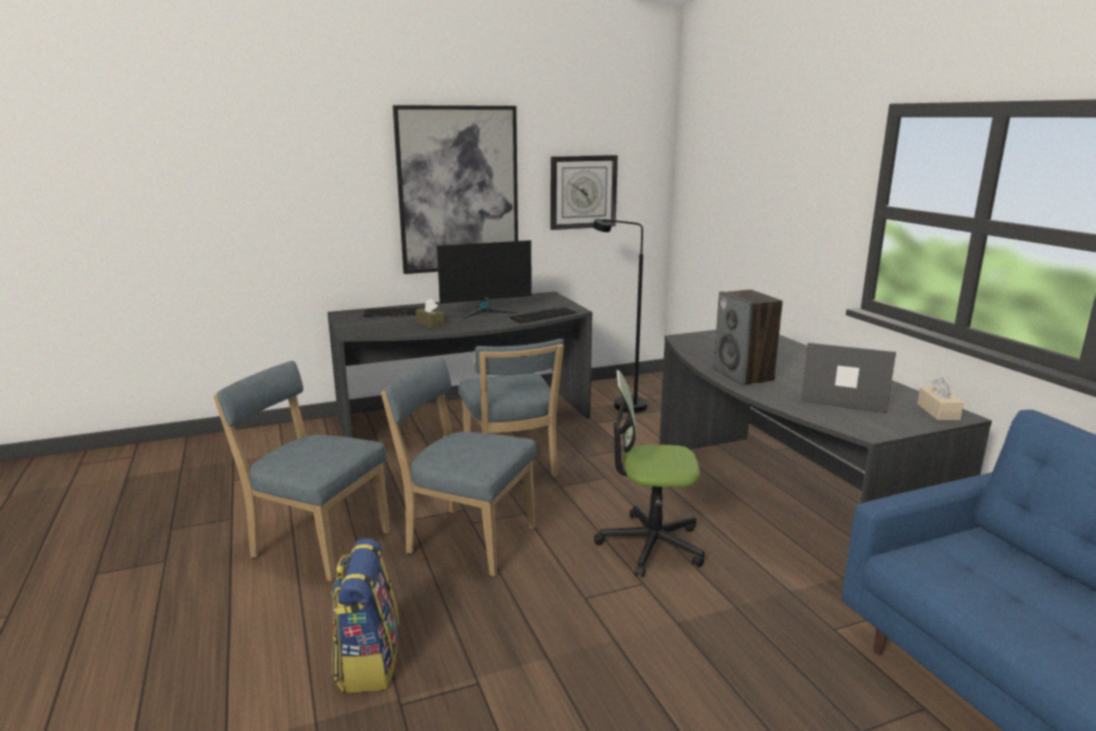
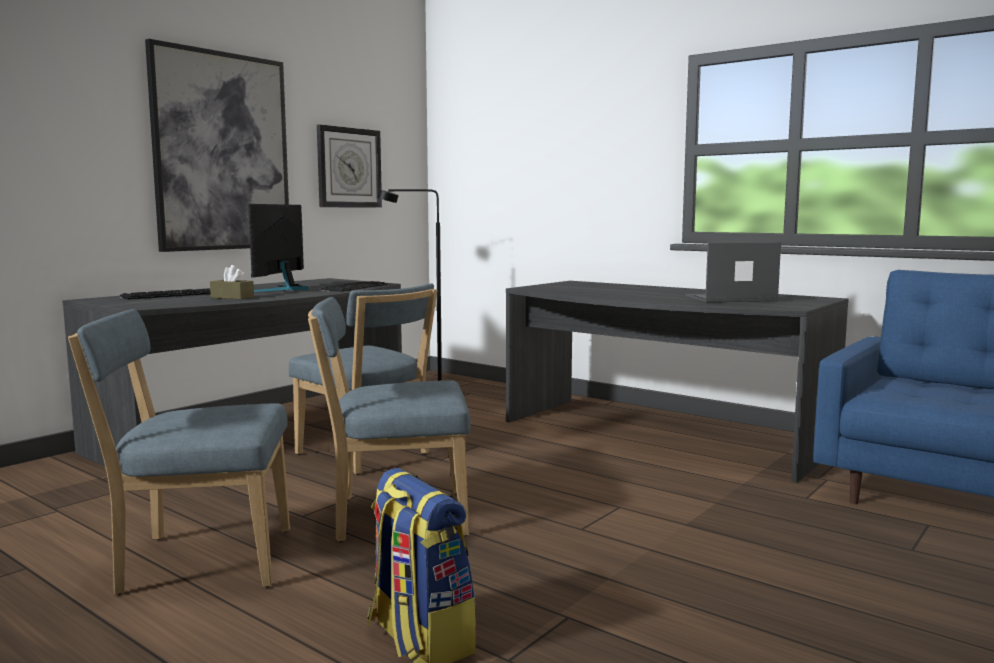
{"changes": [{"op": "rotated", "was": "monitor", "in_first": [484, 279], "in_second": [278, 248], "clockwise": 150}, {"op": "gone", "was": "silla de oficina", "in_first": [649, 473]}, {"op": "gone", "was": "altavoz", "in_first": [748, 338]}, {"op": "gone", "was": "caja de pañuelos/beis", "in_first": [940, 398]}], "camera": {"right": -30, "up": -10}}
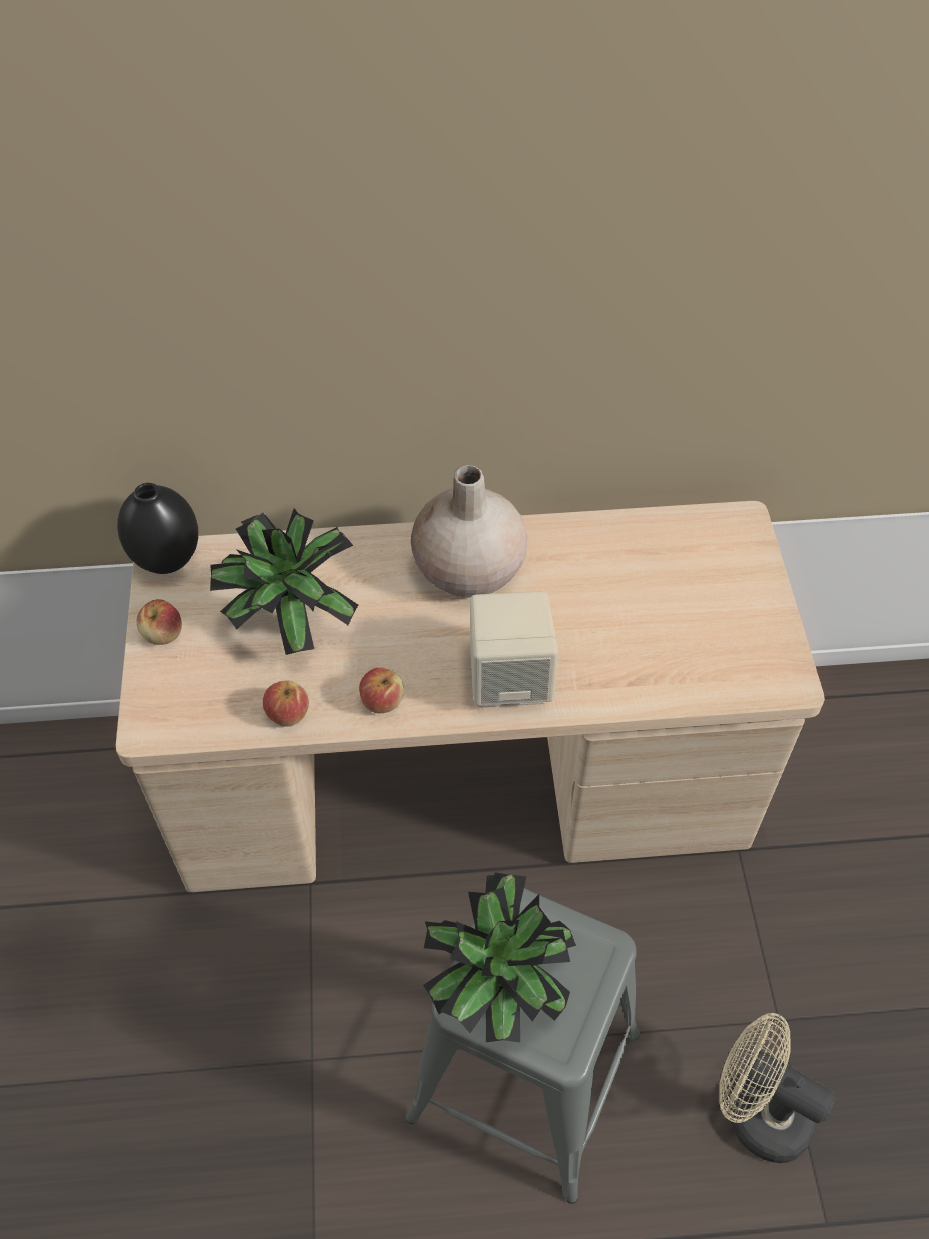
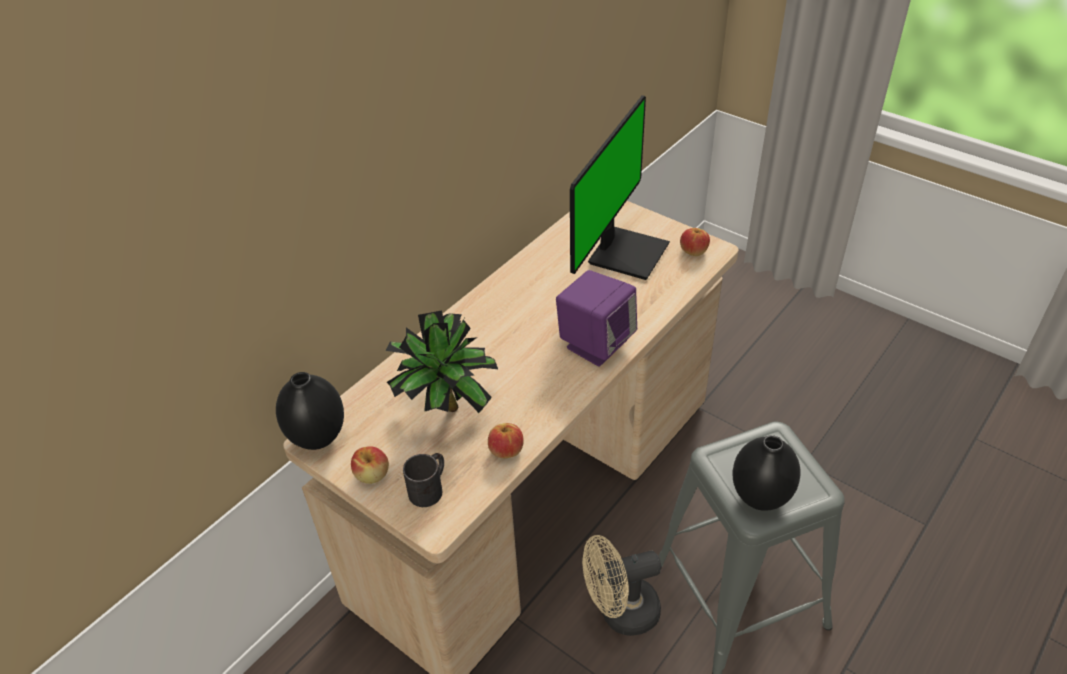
{"changes": [{"op": "shifted", "was": "manzana", "in_first": [381, 690], "in_second": [695, 242]}, {"op": "gone", "was": "florero/beis", "in_first": [469, 531]}, {"op": "swapped", "was": "planta en maceta", "now": "florero/negro", "in_first": [499, 957], "in_second": [767, 473]}, {"op": "repainted", "was": "altavoz/beis", "now": "altavoz/morado", "in_first": [514, 649], "in_second": [596, 318]}, {"op": "shifted", "was": "ventilador/beis", "in_first": [777, 1088], "in_second": [621, 585]}, {"op": "new", "now": "taza grande/negro", "in_second": [423, 480]}, {"op": "new", "now": "monitor", "in_second": [620, 187]}], "camera": {"right": -45, "up": -10}}
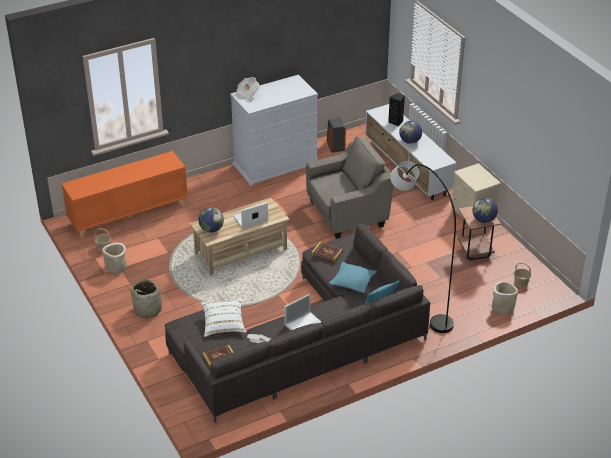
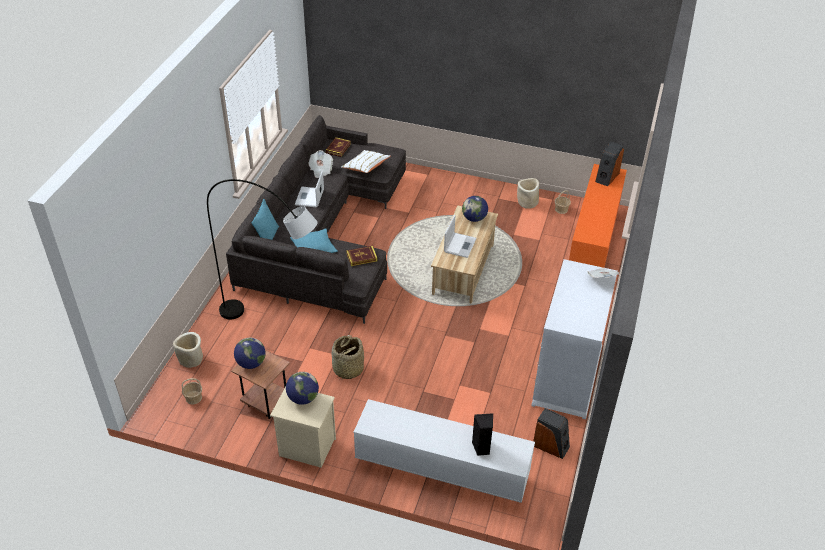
{"changes": [{"op": "shifted", "was": "cesta", "in_first": [149, 298], "in_second": [348, 357]}, {"op": "gone", "was": "sillón/gris", "in_first": [350, 188]}, {"op": "shifted", "was": "globo terráqueo", "in_first": [410, 132], "in_second": [302, 388]}, {"op": "new", "now": "altavoz", "in_second": [609, 164]}], "camera": {"right": 135, "up": 5}}
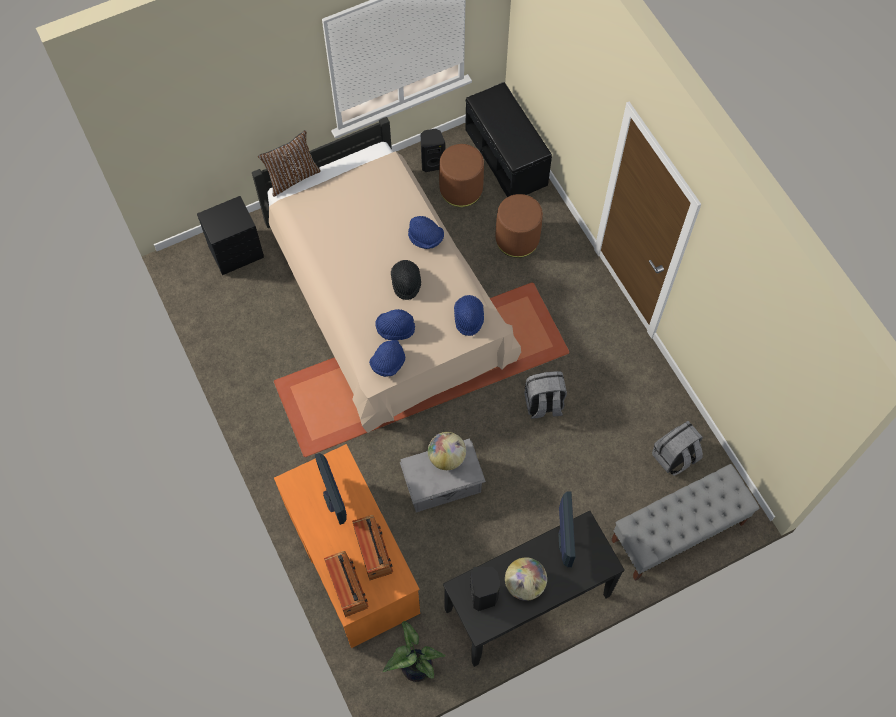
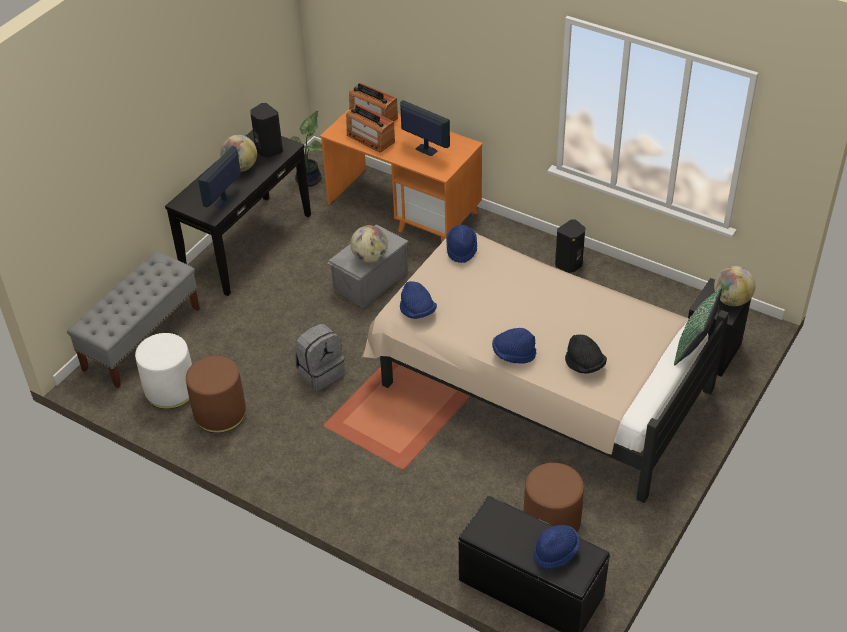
{"changes": [{"op": "repainted", "was": "cojín/marrón", "now": "cojín/verde", "in_first": [289, 163], "in_second": [698, 326]}, {"op": "shifted", "was": "sombrero/azul", "in_first": [395, 324], "in_second": [557, 547]}, {"op": "shifted", "was": "sombrero/negro", "in_first": [406, 280], "in_second": [586, 354]}, {"op": "shifted", "was": "altavoz/negro", "in_first": [433, 150], "in_second": [570, 246]}, {"op": "shifted", "was": "puf/marrón", "in_first": [519, 226], "in_second": [216, 394]}, {"op": "rotated", "was": "monitor", "in_first": [566, 529], "in_second": [219, 178], "clockwise": 60}, {"op": "swapped", "was": "mochila/gris", "now": "puf/blanco", "in_first": [677, 448], "in_second": [163, 371]}, {"op": "new", "now": "globo terráqueo", "in_second": [734, 286]}], "camera": {"right": 150, "up": -20}}
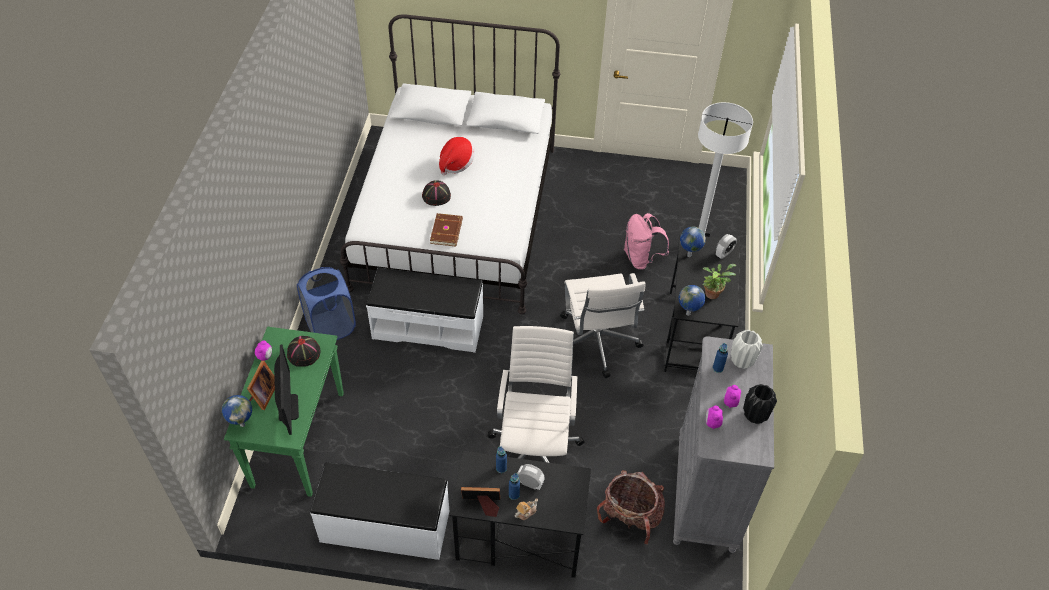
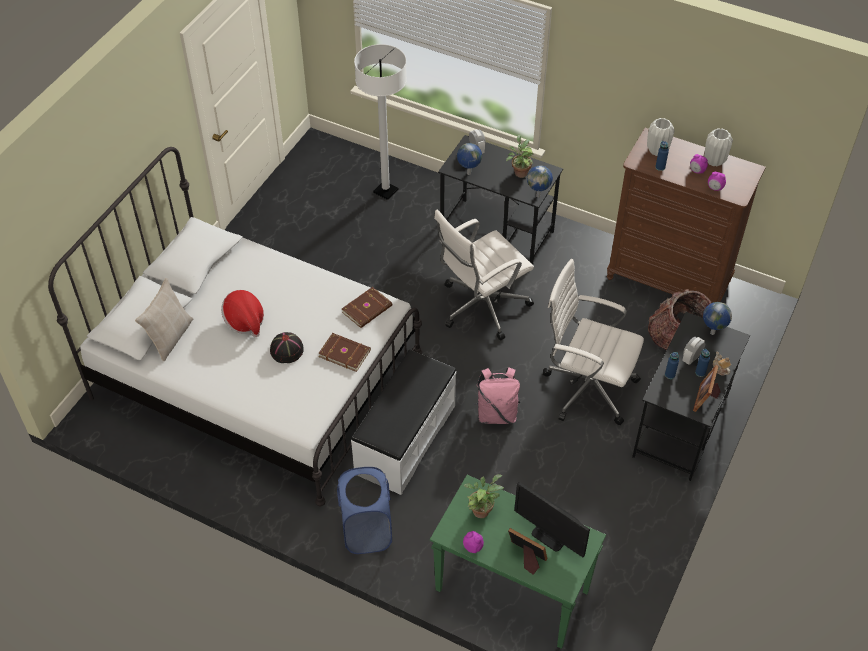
{"changes": [{"op": "shifted", "was": "globo terráqueo", "in_first": [237, 411], "in_second": [717, 318]}, {"op": "rotated", "was": "monitor", "in_first": [286, 390], "in_second": [552, 519], "clockwise": -150}, {"op": "swapped", "was": "sombrero/negro", "now": "planta en maceta", "in_first": [303, 351], "in_second": [484, 496]}, {"op": "gone", "was": "banco/blanco", "in_first": [379, 511]}, {"op": "rotated", "was": "silla de oficina/blanco", "in_first": [603, 325], "in_second": [484, 274], "clockwise": 135}, {"op": "shifted", "was": "mochila/rosa", "in_first": [646, 241], "in_second": [497, 395]}, {"op": "repainted", "was": "cómoda/gris", "now": "cómoda/marrón", "in_first": [723, 444], "in_second": [686, 215]}, {"op": "repainted", "was": "florero/negro", "now": "florero/blanco", "in_first": [760, 404], "in_second": [718, 147]}, {"op": "new", "now": "cojín/beis", "in_second": [164, 319]}, {"op": "new", "now": "libro/marrón", "in_second": [367, 307]}], "camera": {"right": -70, "up": 0}}
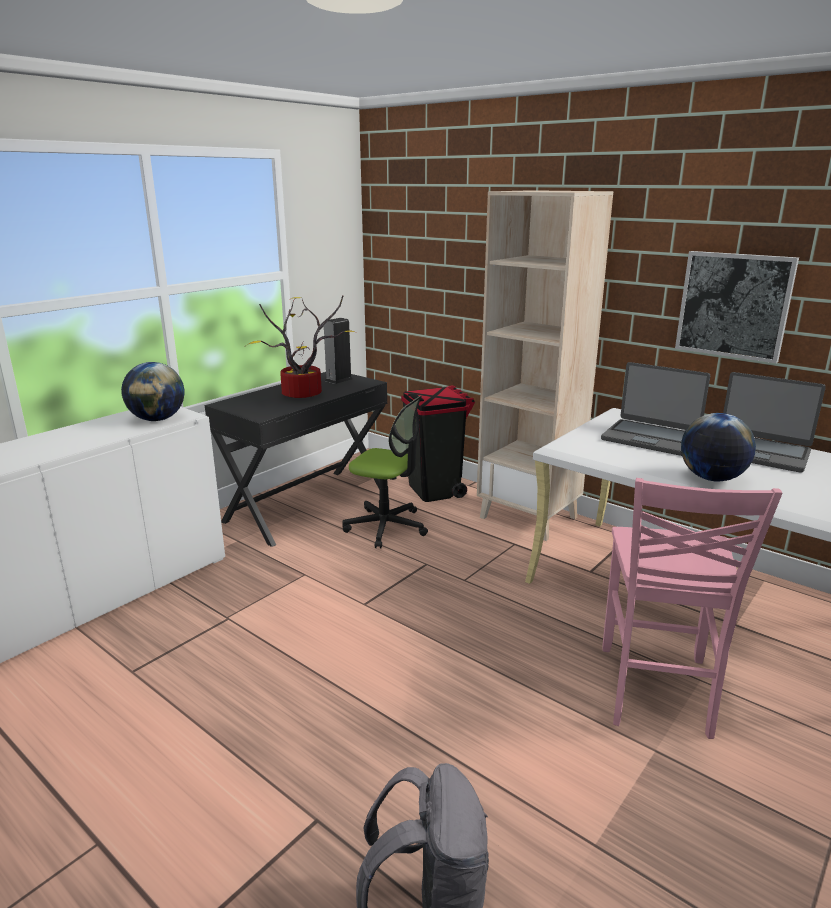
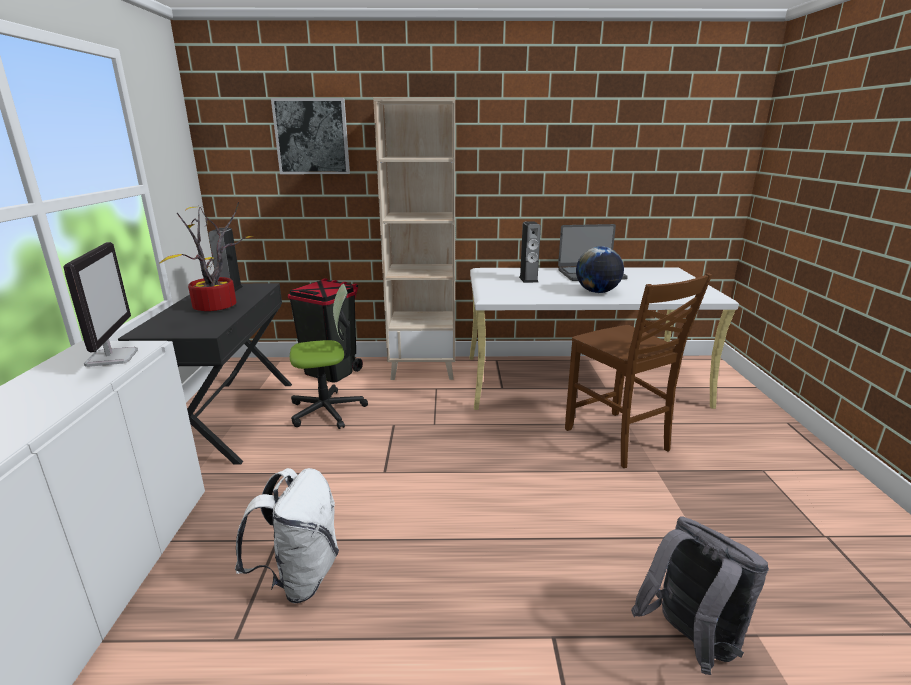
{"changes": [{"op": "swapped", "was": "globo terráqueo", "now": "monitor", "in_first": [152, 391], "in_second": [100, 304]}, {"op": "swapped", "was": "portátil", "now": "altavoz", "in_first": [655, 409], "in_second": [530, 252]}, {"op": "repainted", "was": "silla/rosa", "now": "silla/marrón", "in_first": [692, 608], "in_second": [638, 370]}, {"op": "shifted", "was": "cuadro", "in_first": [737, 307], "in_second": [310, 136]}, {"op": "new", "now": "mochila/blanco", "in_second": [287, 535]}], "camera": {"right": -40, "up": 0}}
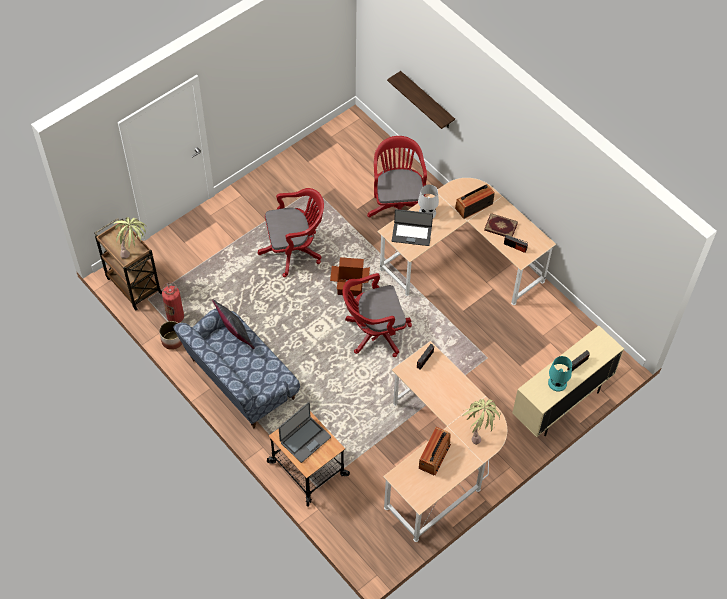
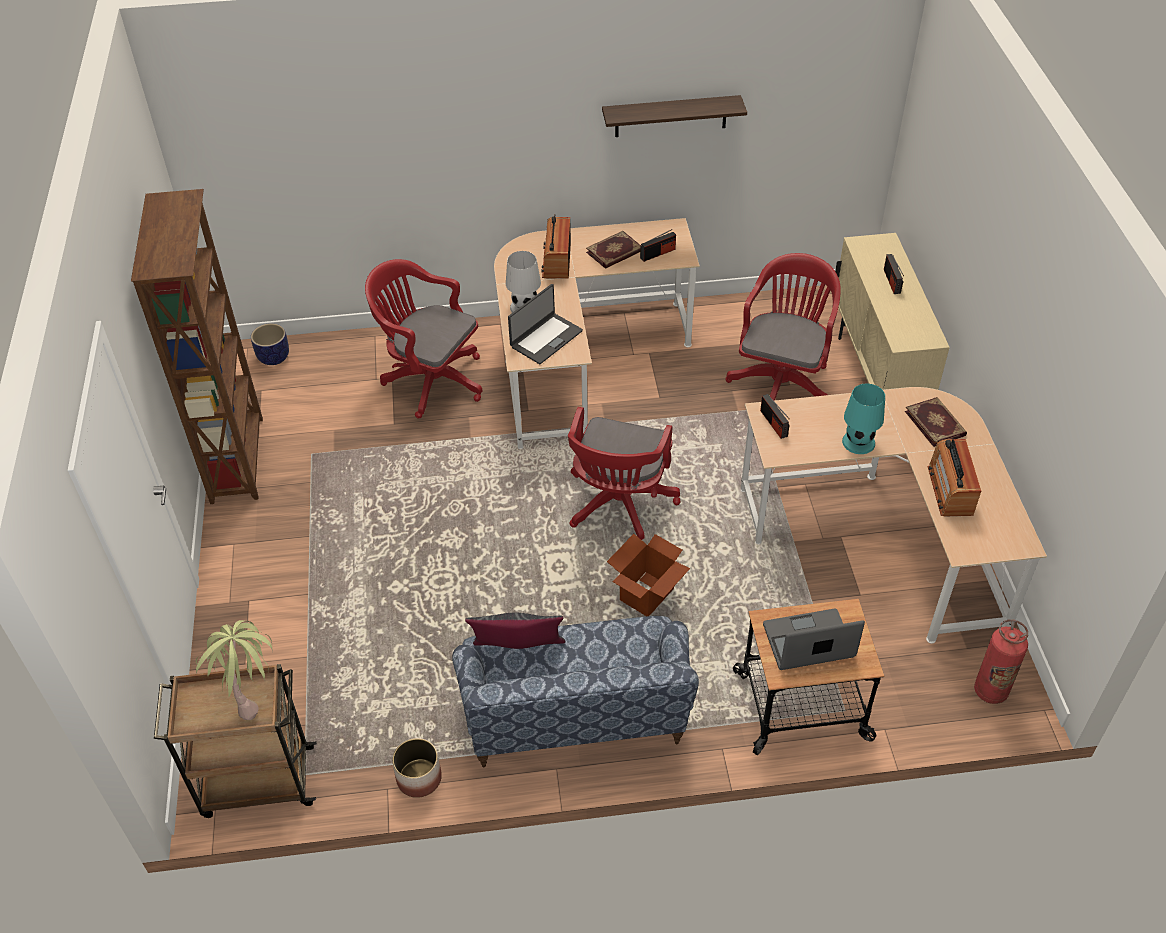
{"changes": [{"op": "shifted", "was": "extintor", "in_first": [173, 302], "in_second": [1001, 661]}, {"op": "shifted", "was": "silla de oficina/rojo", "in_first": [291, 232], "in_second": [783, 327]}, {"op": "rotated", "was": "portátil", "in_first": [305, 432], "in_second": [814, 639], "clockwise": -90}, {"op": "shifted", "was": "caja de cartón", "in_first": [350, 276], "in_second": [648, 575]}, {"op": "shifted", "was": "estante", "in_first": [421, 100], "in_second": [674, 116]}, {"op": "rotated", "was": "radio", "in_first": [435, 451], "in_second": [954, 478], "clockwise": -150}, {"op": "swapped", "was": "planta en maceta", "now": "libro", "in_first": [481, 422], "in_second": [936, 422]}, {"op": "shifted", "was": "lámpara de mesa/turquesa", "in_first": [560, 374], "in_second": [863, 418]}, {"op": "new", "now": "estantería/marrón", "in_second": [197, 346]}, {"op": "new", "now": "maceta", "in_second": [270, 344]}], "camera": {"right": -55, "up": -10}}
